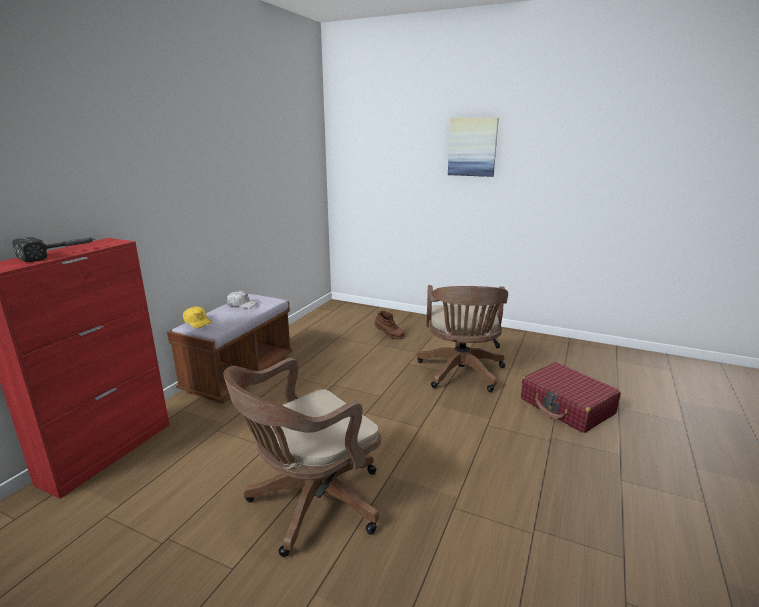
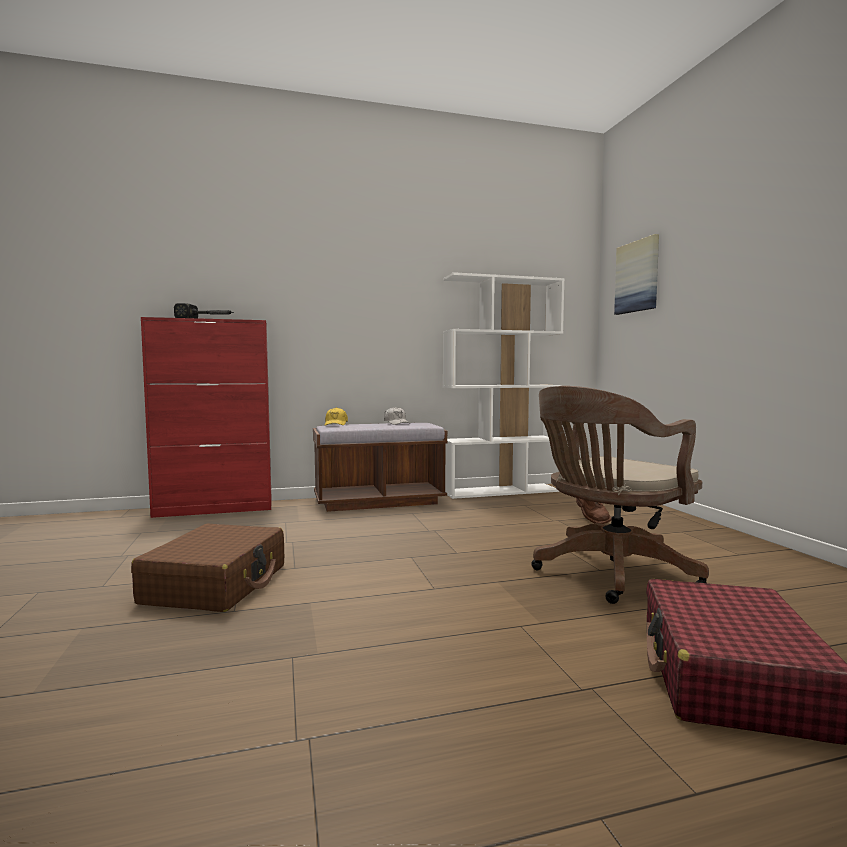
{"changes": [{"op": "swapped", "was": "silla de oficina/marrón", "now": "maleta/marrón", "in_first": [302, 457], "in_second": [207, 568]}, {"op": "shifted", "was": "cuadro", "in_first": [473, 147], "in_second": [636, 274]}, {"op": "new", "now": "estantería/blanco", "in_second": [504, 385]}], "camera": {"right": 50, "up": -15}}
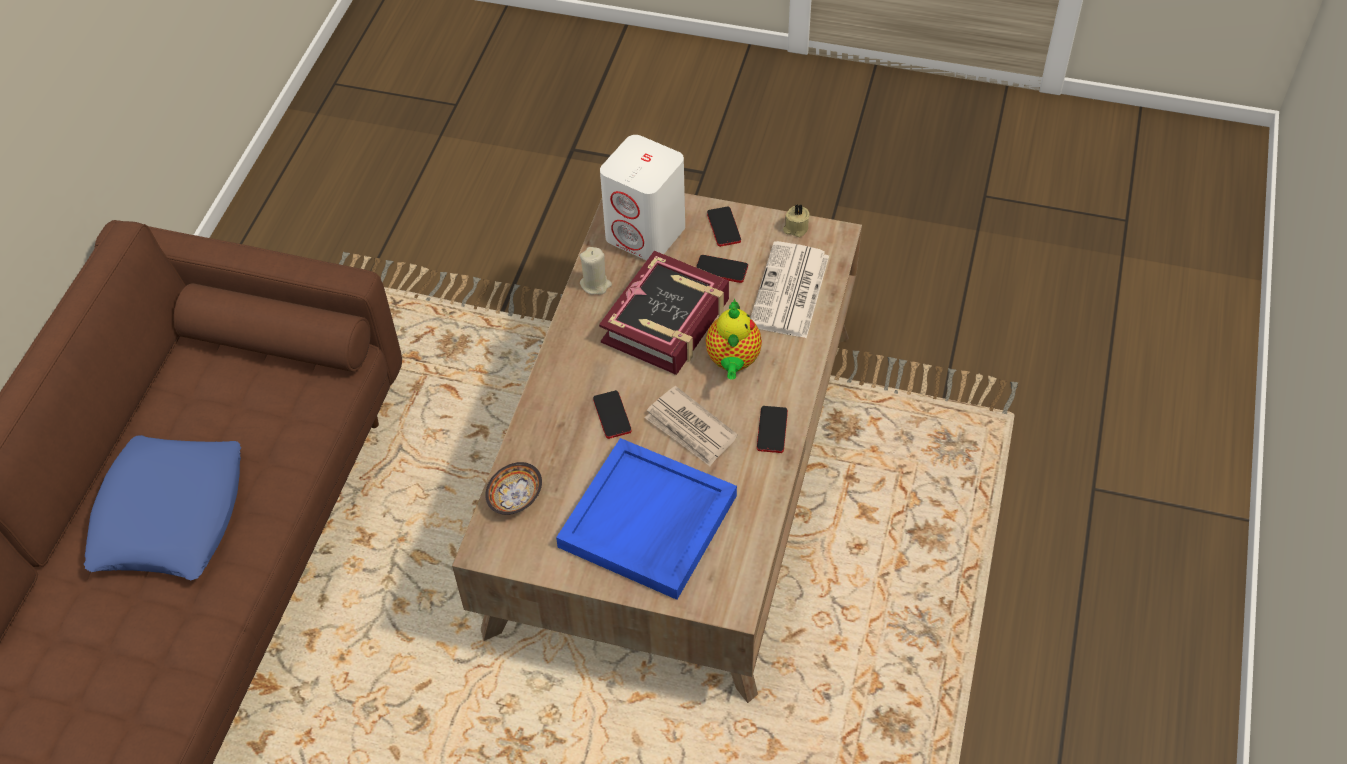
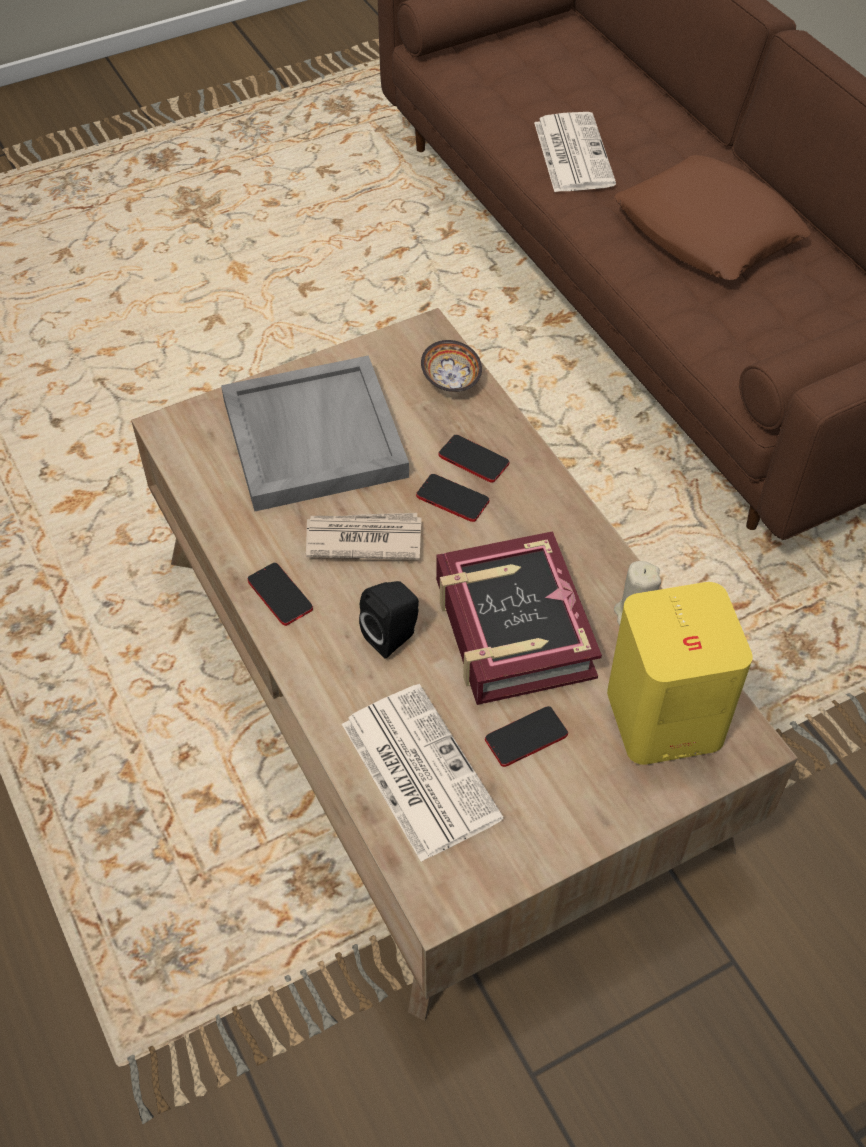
{"changes": [{"op": "repainted", "was": "cojín/azul", "now": "cojín/marrón", "in_first": [162, 507], "in_second": [712, 217]}, {"op": "repainted", "was": "bandeja/azul", "now": "bandeja/gris", "in_first": [646, 519], "in_second": [315, 433]}, {"op": "repainted", "was": "altavoz/blanco", "now": "altavoz/amarillo", "in_first": [642, 198], "in_second": [680, 673]}, {"op": "swapped", "was": "tetera", "now": "altavoz/negro", "in_first": [734, 338], "in_second": [389, 620]}, {"op": "shifted", "was": "móvil", "in_first": [724, 226], "in_second": [473, 459]}, {"op": "gone", "was": "vela/beis", "in_first": [796, 220]}, {"op": "new", "now": "periódico", "in_second": [575, 152]}], "camera": {"right": 135, "up": 0}}
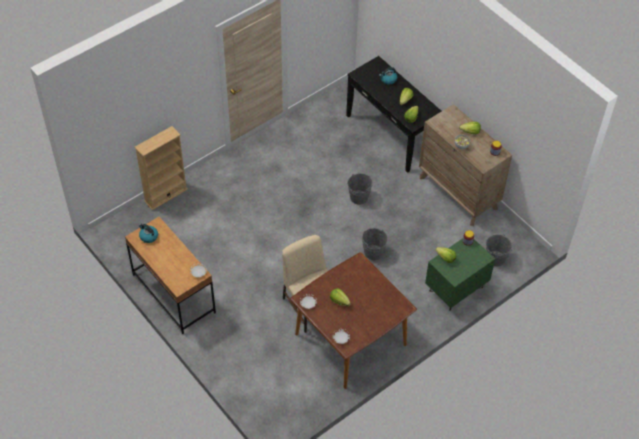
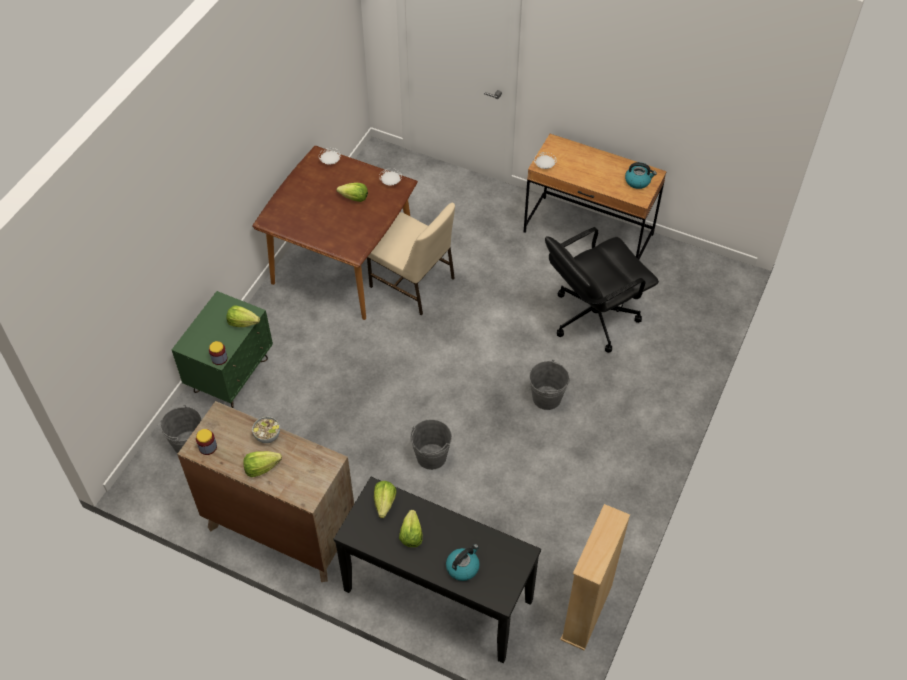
{"changes": [{"op": "shifted", "was": "estantería/beis", "in_first": [161, 168], "in_second": [595, 577]}, {"op": "shifted", "was": "cubo/gris", "in_first": [375, 244], "in_second": [549, 385]}, {"op": "new", "now": "silla de oficina/negro", "in_second": [602, 290]}], "camera": {"right": 155, "up": 0}}
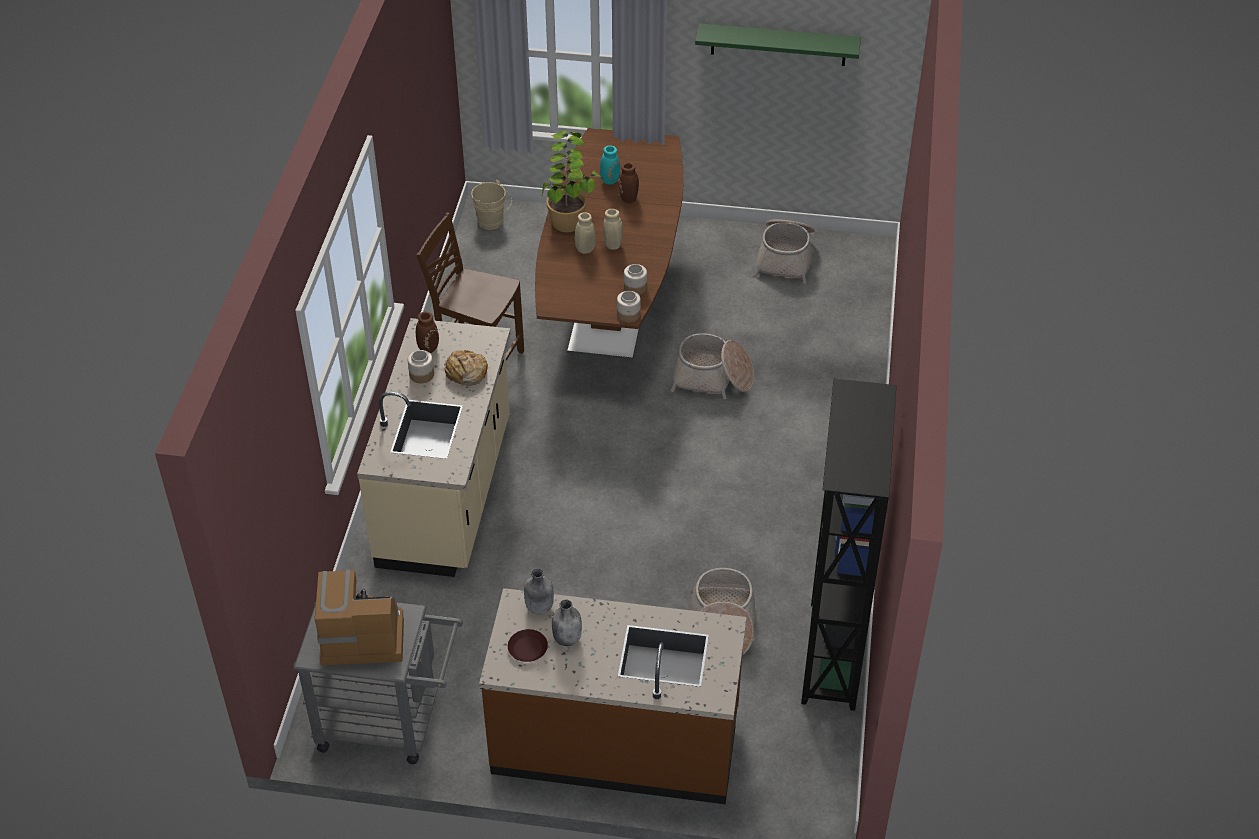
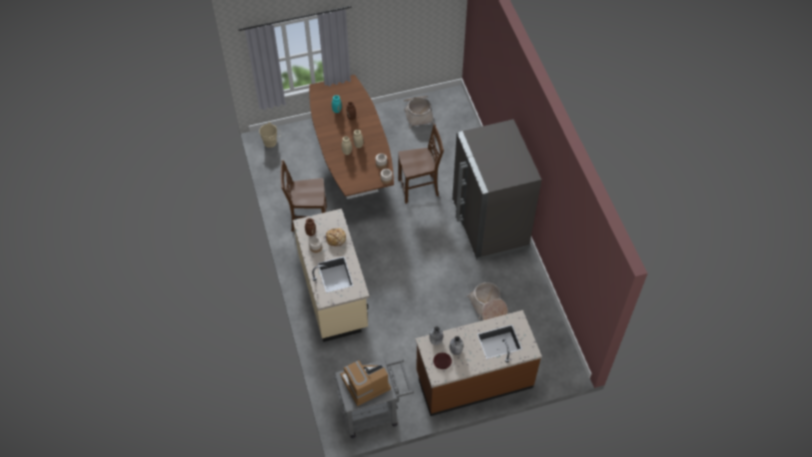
{"changes": [{"op": "gone", "was": "planta en maceta", "in_first": [573, 181]}, {"op": "swapped", "was": "cesta", "now": "silla/marrón", "in_first": [712, 366], "in_second": [421, 164]}, {"op": "gone", "was": "estante/verde", "in_first": [778, 44]}, {"op": "gone", "was": "estantería/negro", "in_first": [849, 545]}, {"op": "new", "now": "nevera/gris", "in_second": [497, 189]}], "camera": {"right": -25, "up": 10}}
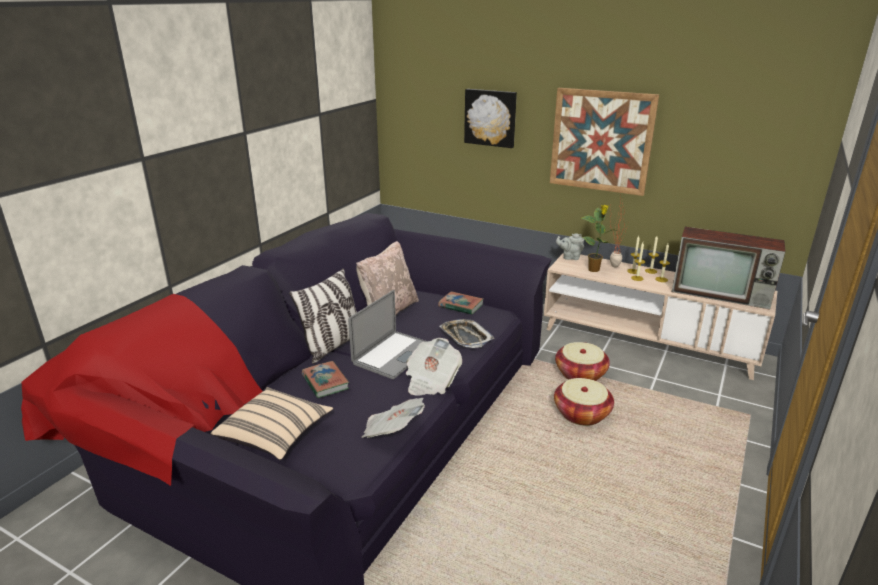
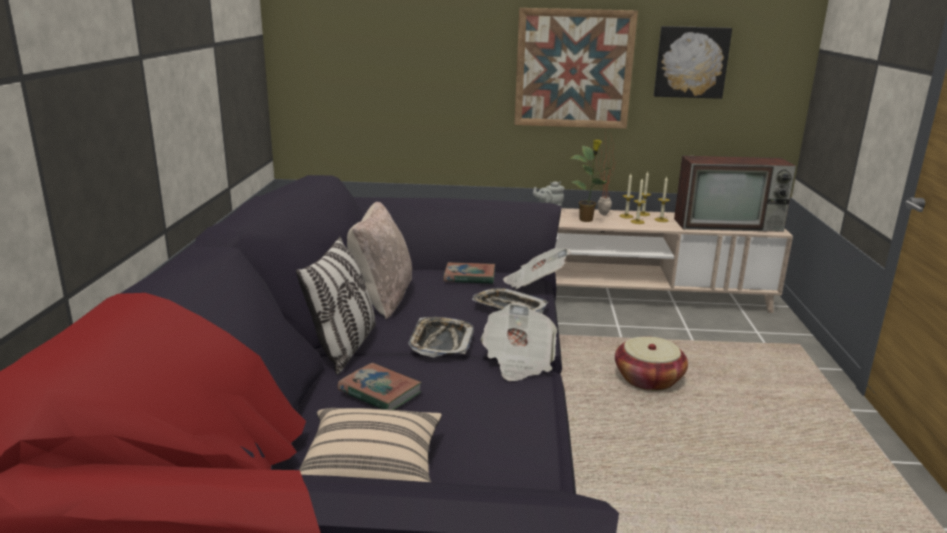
{"changes": [{"op": "swapped", "was": "portátil", "now": "bandeja", "in_first": [388, 334], "in_second": [441, 337]}, {"op": "shifted", "was": "periódico", "in_first": [393, 418], "in_second": [537, 268]}, {"op": "shifted", "was": "cuadro", "in_first": [490, 118], "in_second": [693, 62]}, {"op": "gone", "was": "cesta", "in_first": [582, 361]}], "camera": {"right": -25, "up": -5}}
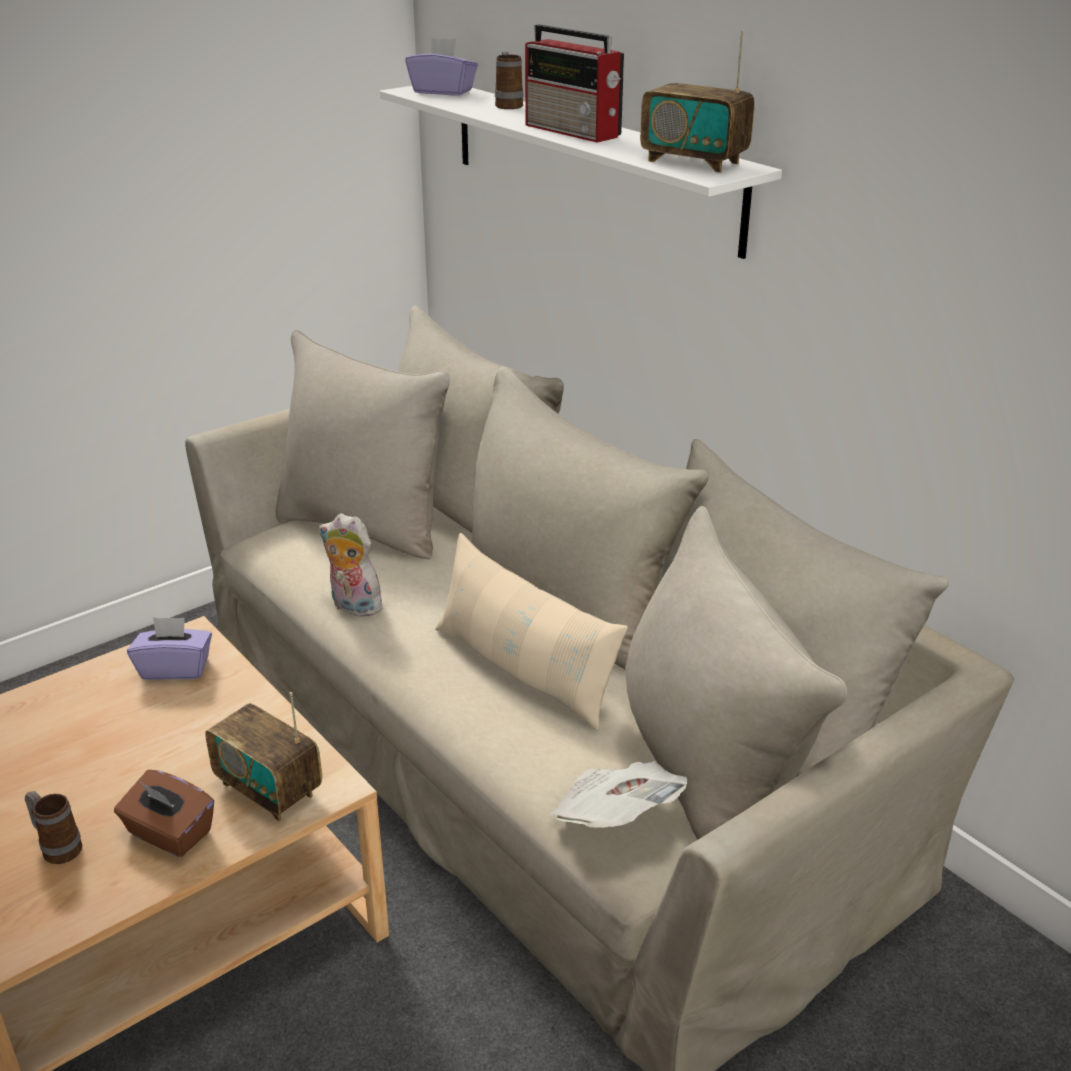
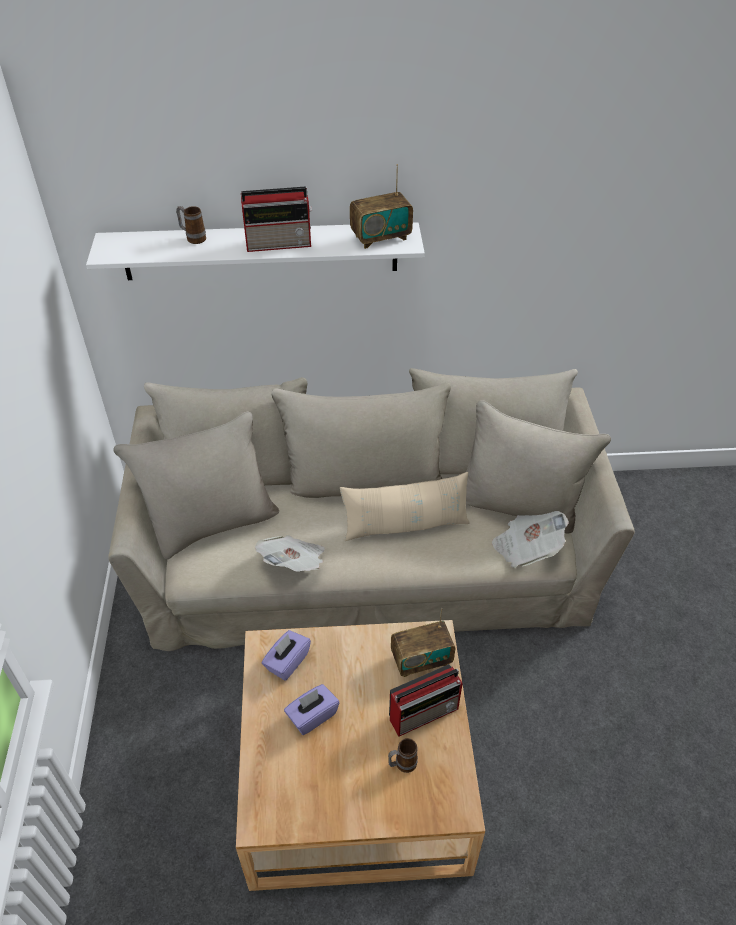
{"changes": [{"op": "swapped", "was": "caja de pañuelos/marrón", "now": "radio", "in_first": [164, 813], "in_second": [426, 700]}, {"op": "swapped", "was": "peluche", "now": "periódico", "in_first": [350, 565], "in_second": [290, 553]}, {"op": "shifted", "was": "caja de pañuelos/morado", "in_first": [441, 66], "in_second": [311, 709]}], "camera": {"right": -55, "up": 15}}
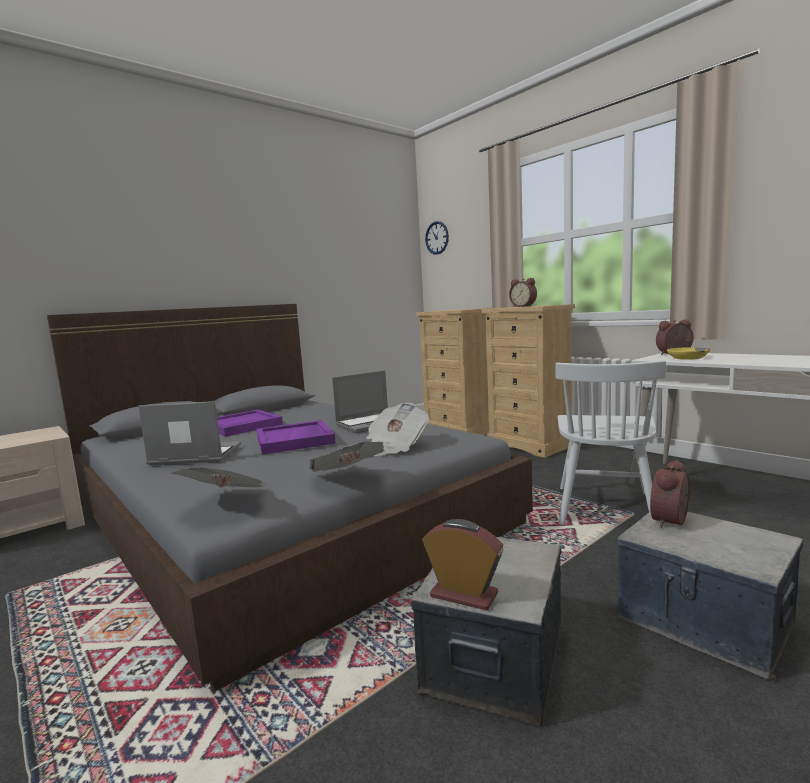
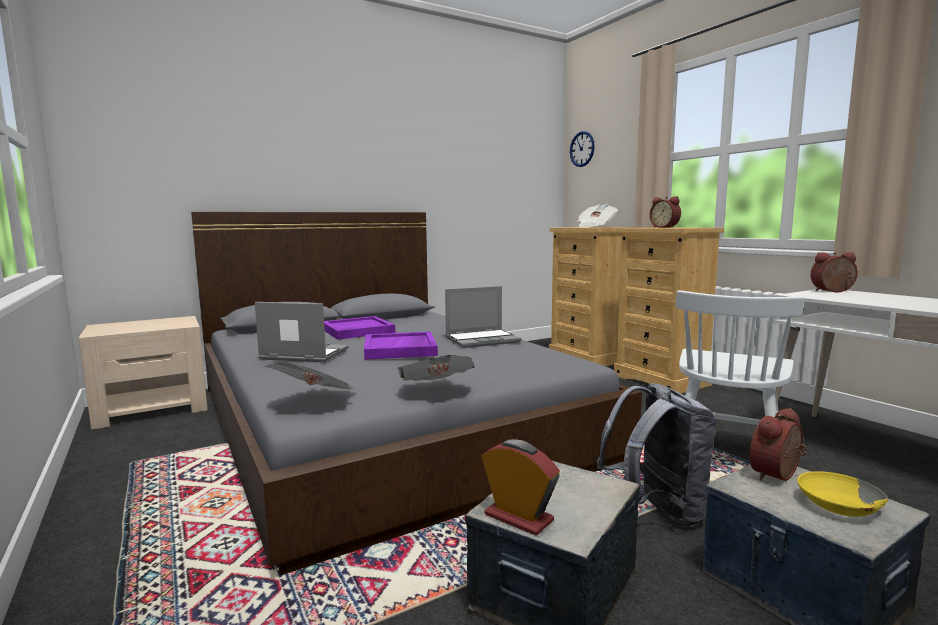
{"changes": [{"op": "shifted", "was": "periódico", "in_first": [397, 429], "in_second": [597, 216]}, {"op": "shifted", "was": "cuenco/amarillo", "in_first": [688, 353], "in_second": [842, 494]}, {"op": "new", "now": "mochila/gris", "in_second": [656, 455]}], "camera": {"right": 10, "up": 0}}
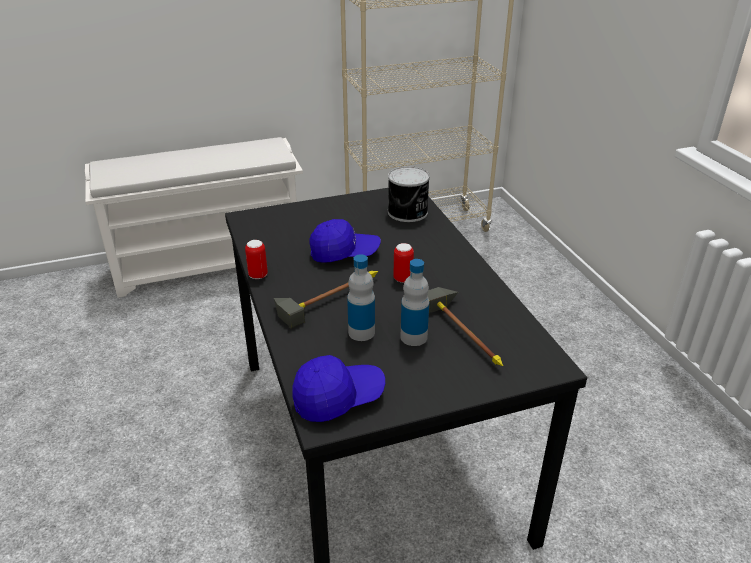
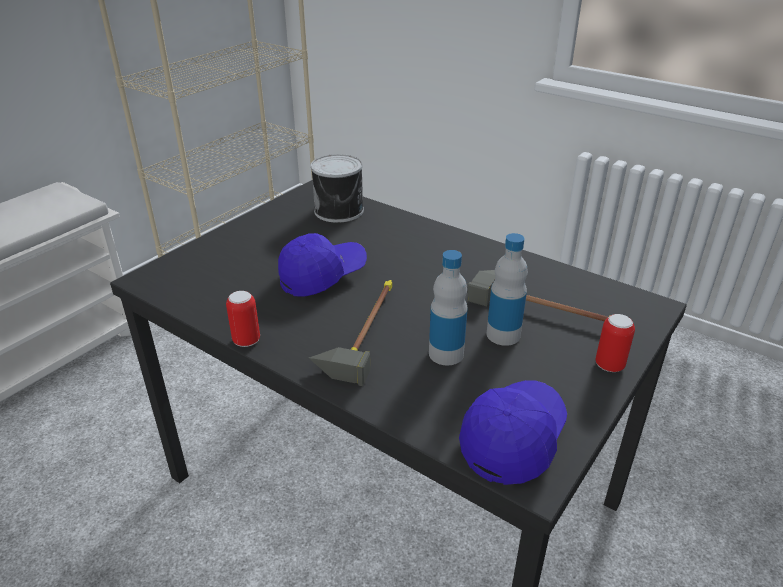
{"changes": [{"op": "shifted", "was": "lata", "in_first": [403, 263], "in_second": [615, 343]}], "camera": {"right": -35, "up": 0}}
